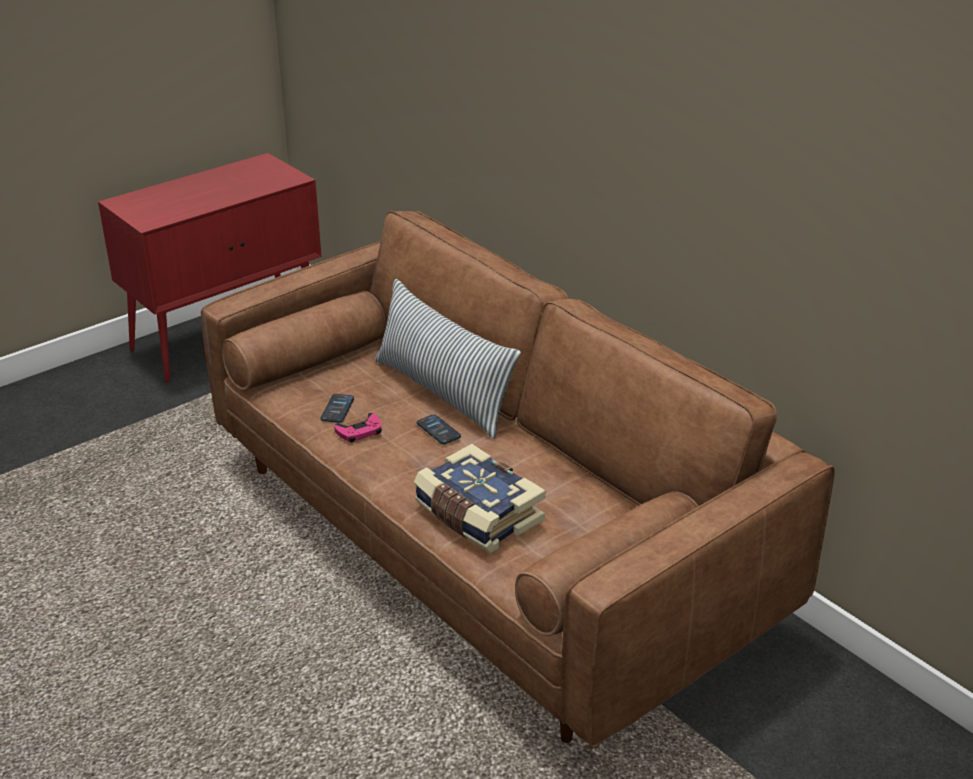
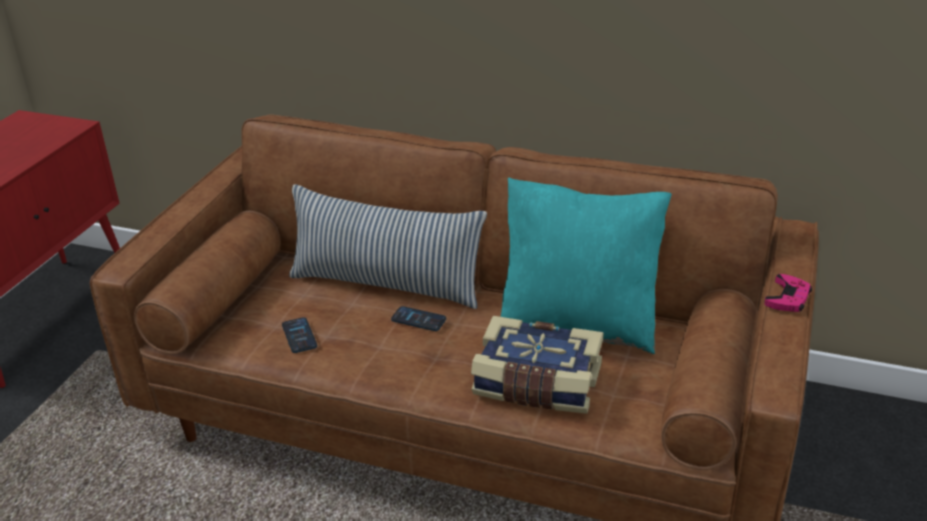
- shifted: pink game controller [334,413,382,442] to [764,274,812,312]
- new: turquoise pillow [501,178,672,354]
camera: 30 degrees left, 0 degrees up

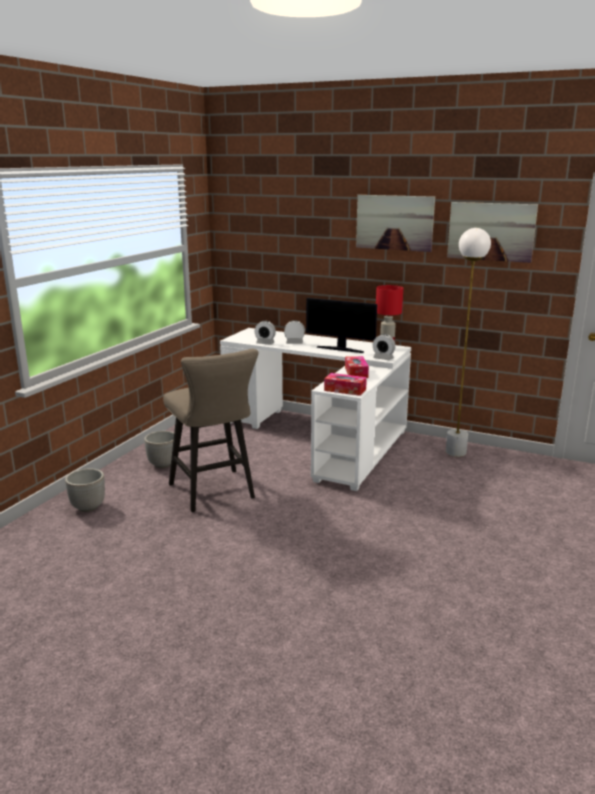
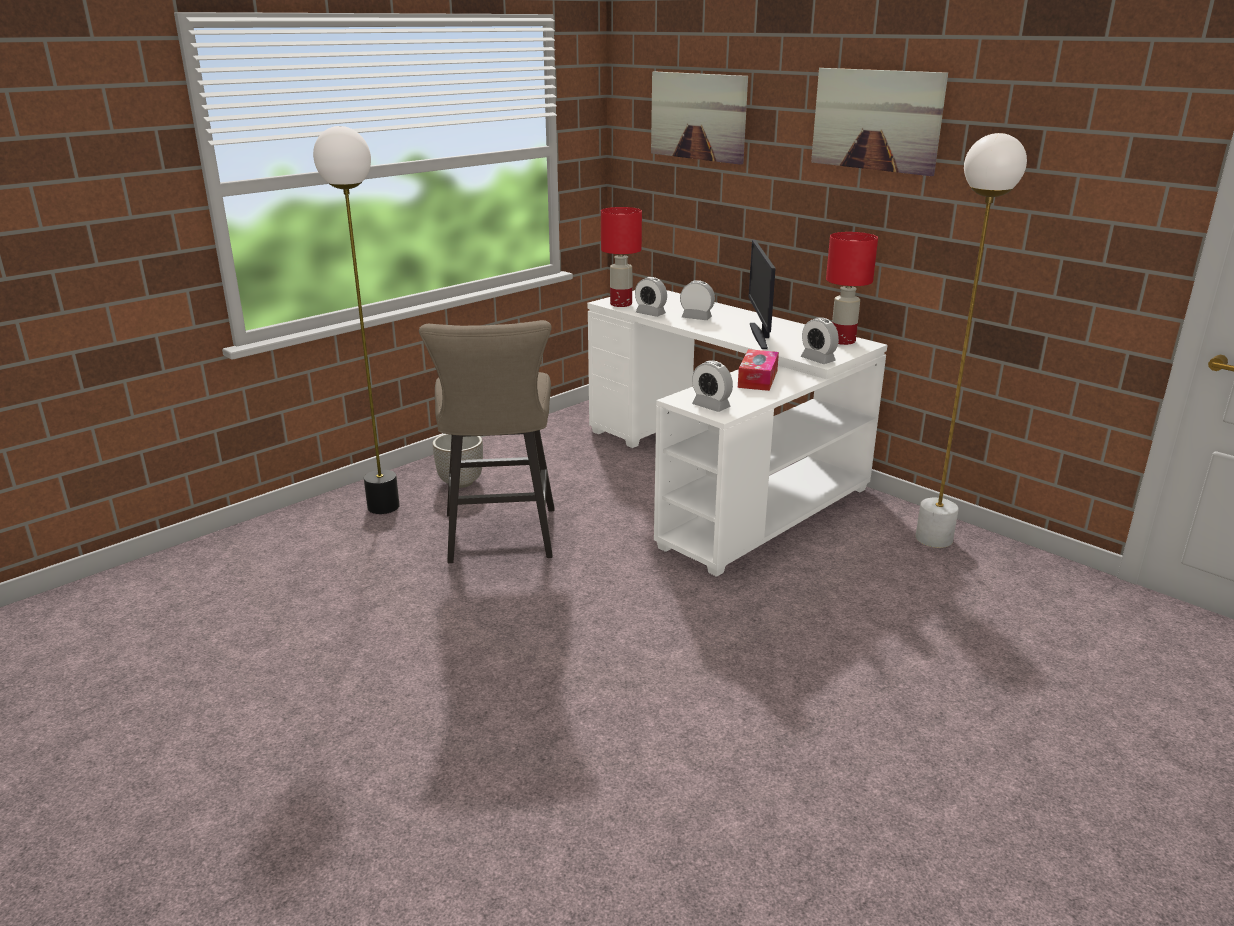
- shifted: picture [447,202,538,263] to [651,71,748,165]
- rotated: monitor [306,298,377,353] = [749,240,776,349] 45 degrees clockwise
- swapped: tissue box [324,373,367,396] to alarm clock [692,361,733,412]
- gone: planter [65,469,105,512]
- new: floor lamp [313,126,400,514]
- new: red table lamp [601,207,642,307]
camera: 20 degrees right, 5 degrees up

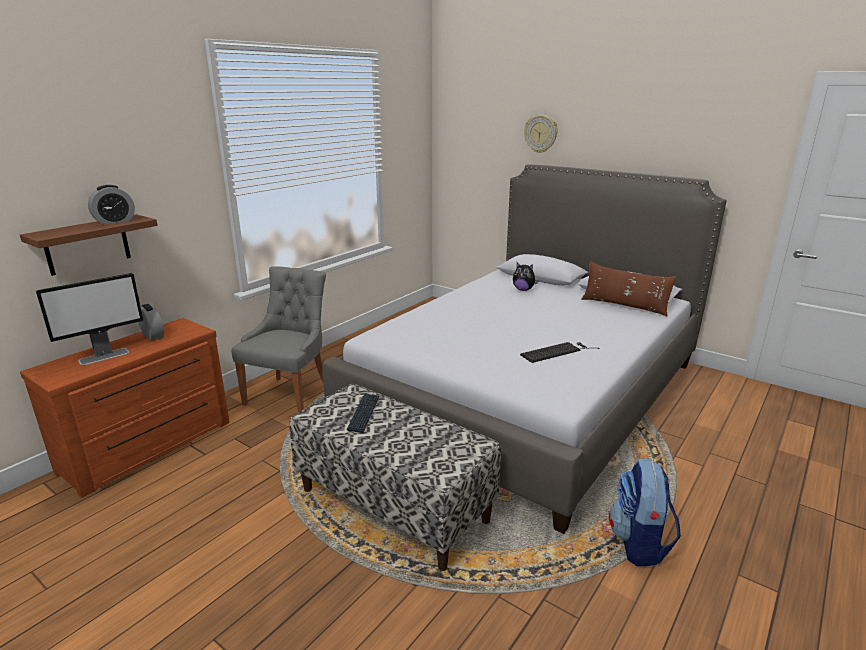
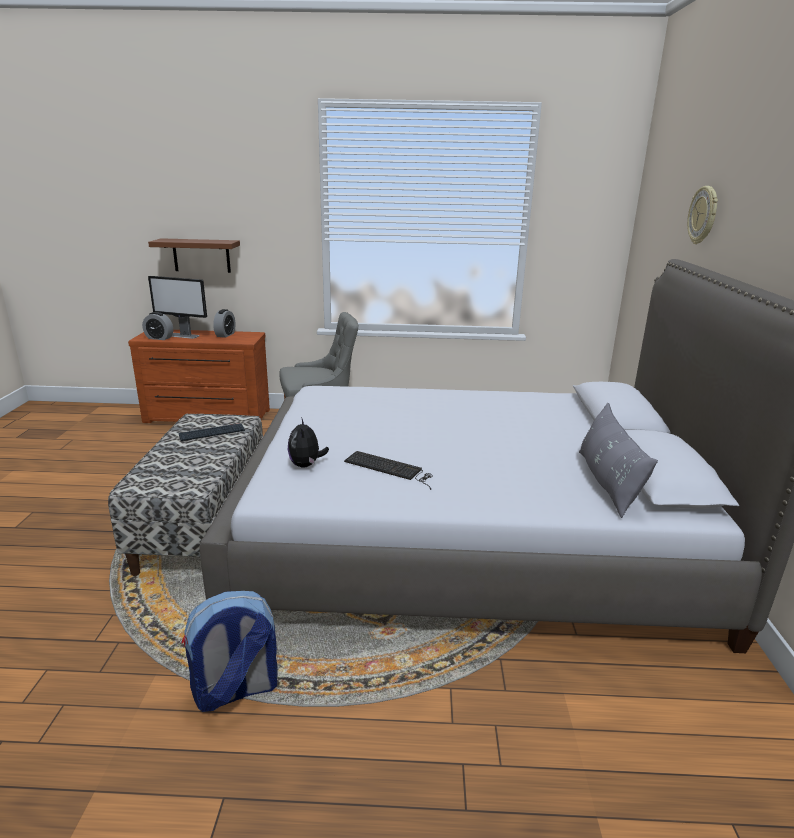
- shifted: alarm clock [88,185,135,225] to [142,312,173,340]
- repainted: brown pillow [581,261,677,316] to grey pillow [579,403,658,518]
- shifted: plush toy [513,263,539,291] to [288,417,329,468]
camera: 55 degrees right, 0 degrees up

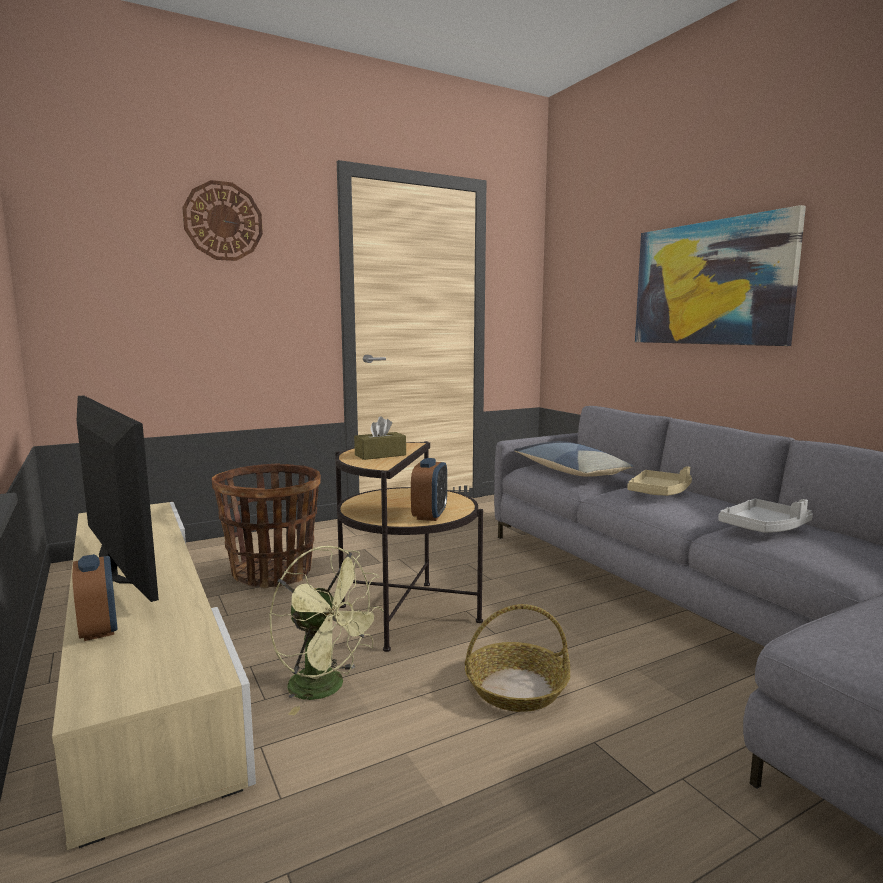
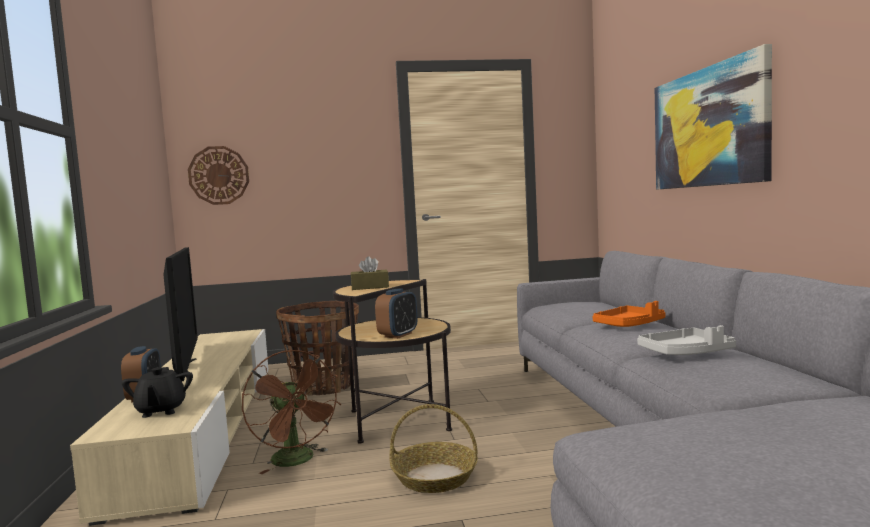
- shifted: wall clock [182,180,263,261] to [188,146,249,205]
- gone: pillow [514,441,634,477]
- repainted: beige tray [627,466,692,496] to orange tray [592,301,666,327]
- repainted: green fan [269,546,384,716] to brown fan [242,350,341,474]
- new: black teapot [122,367,193,418]
camera: 20 degrees right, 5 degrees down

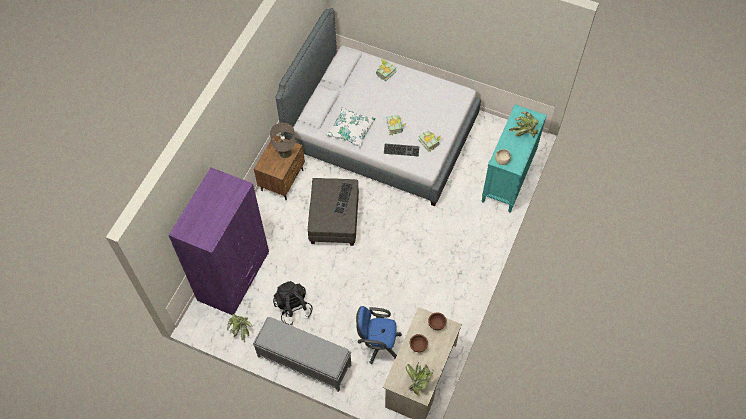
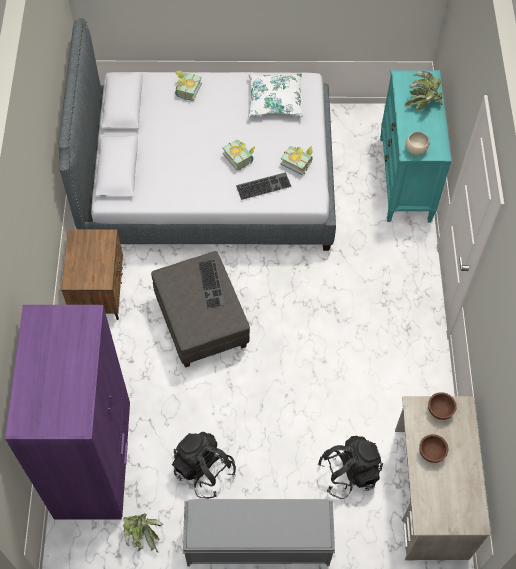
- shifted: white pillow [326,107,376,147] to [248,73,303,117]
- gone: beige table lamp [270,123,296,158]
- swapped: blue office chair [356,306,402,364] to black backpack [318,436,383,499]
- gone: potted plant [406,362,434,395]
camera: 25 degrees left, 0 degrees up

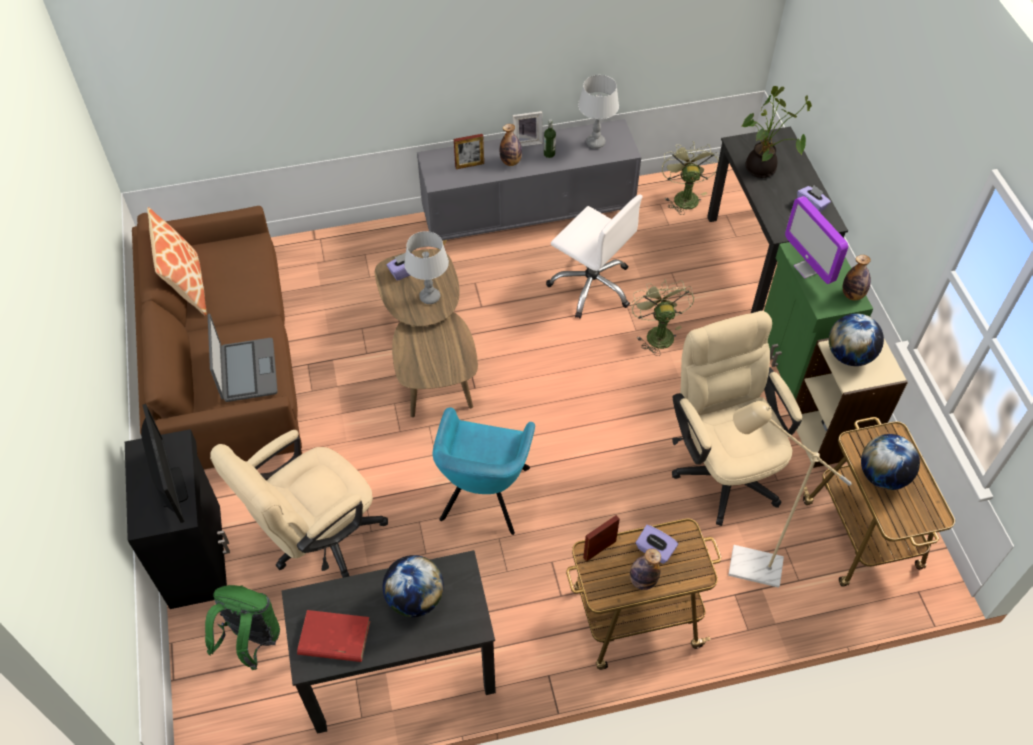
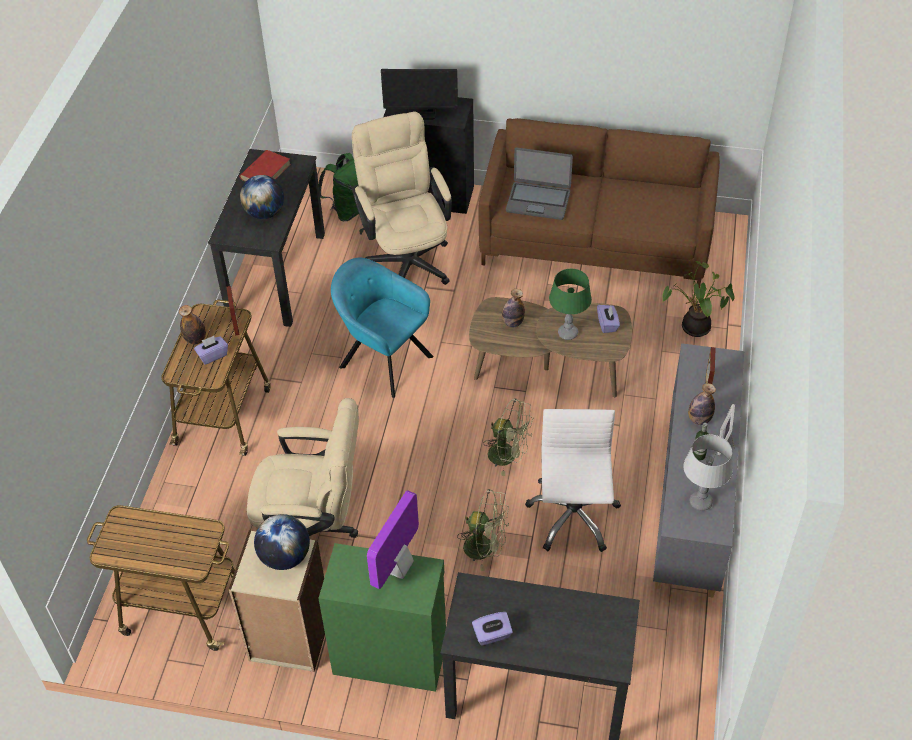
- shifted: potted plant [742,86,812,178] to [663,261,735,337]
- shifted: green fan [662,142,719,215] to [483,398,534,476]
- rotated: white office chair [546,194,642,319] = [525,409,621,552] 120 degrees clockwise
- rotated: monitor [785,196,848,284] = [367,490,419,589] 60 degrees counterclockwise
- gone: pillow [147,207,207,316]
- repainted: grey table lamp [404,231,449,304] to green table lamp [549,269,592,340]
- shifted: bottle [843,255,871,301] to [502,289,525,327]
- gone: beige floor lamp [728,401,852,588]
- gone: globe [861,434,920,490]
camera: 115 degrees right, 5 degrees down

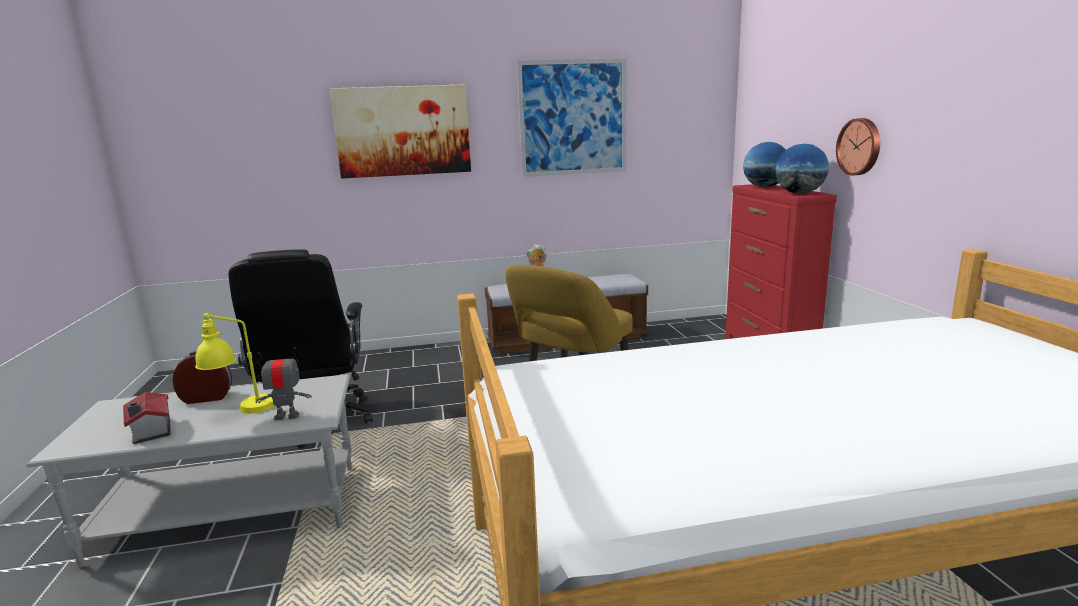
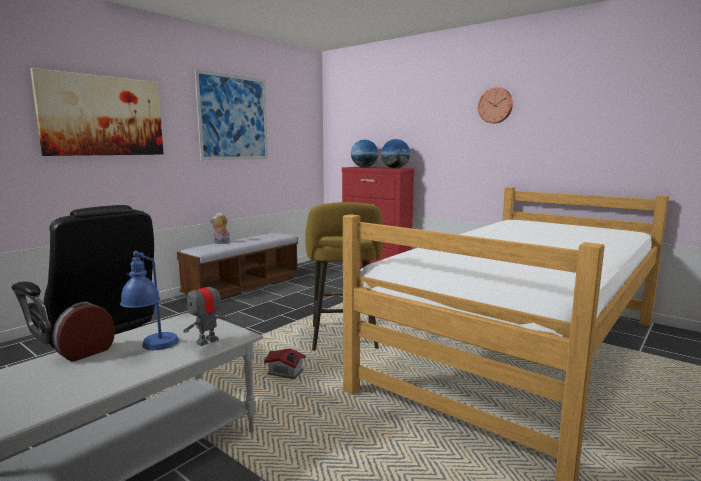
- shifted: wall clock [836,118,880,175] to [478,87,513,123]
- repainted: yellow table lamp [195,313,275,414] to blue table lamp [120,251,179,350]
- shifted: toy house [123,392,171,444] to [264,348,306,379]
camera: 40 degrees left, 5 degrees down

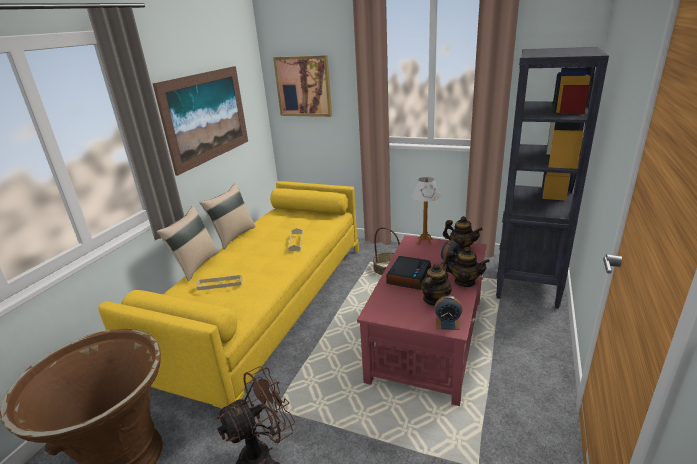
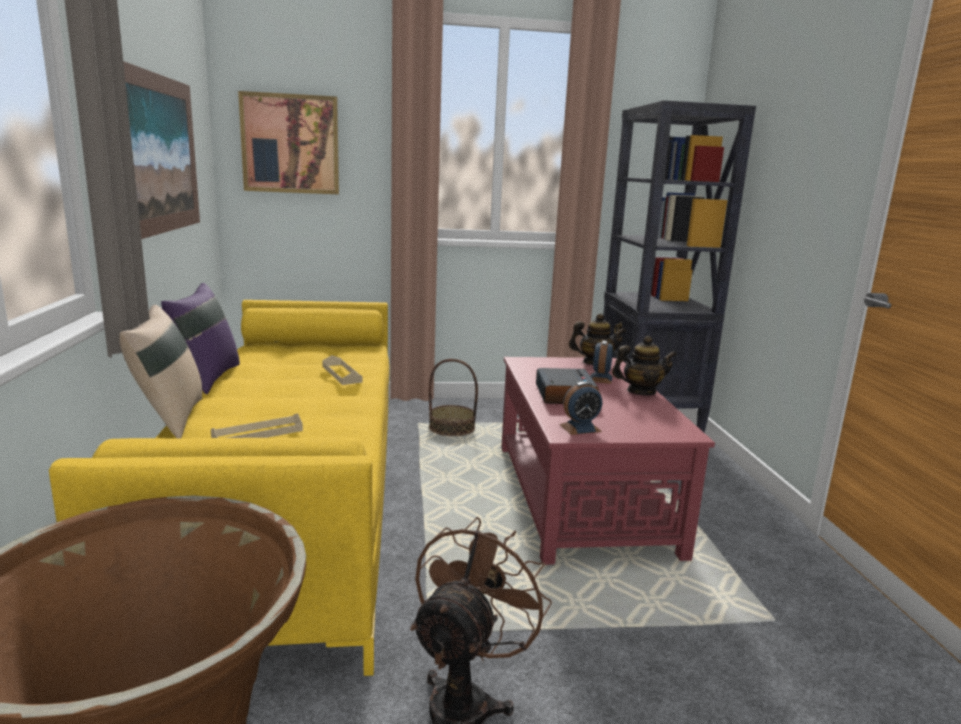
- gone: table lamp [412,177,440,245]
- repainted: beige pillow [199,184,256,249] to purple pillow [161,283,240,394]
- gone: teapot [421,263,452,306]
- shifted: alarm clock [435,296,462,330] to [559,381,602,435]
camera: 30 degrees left, 10 degrees down

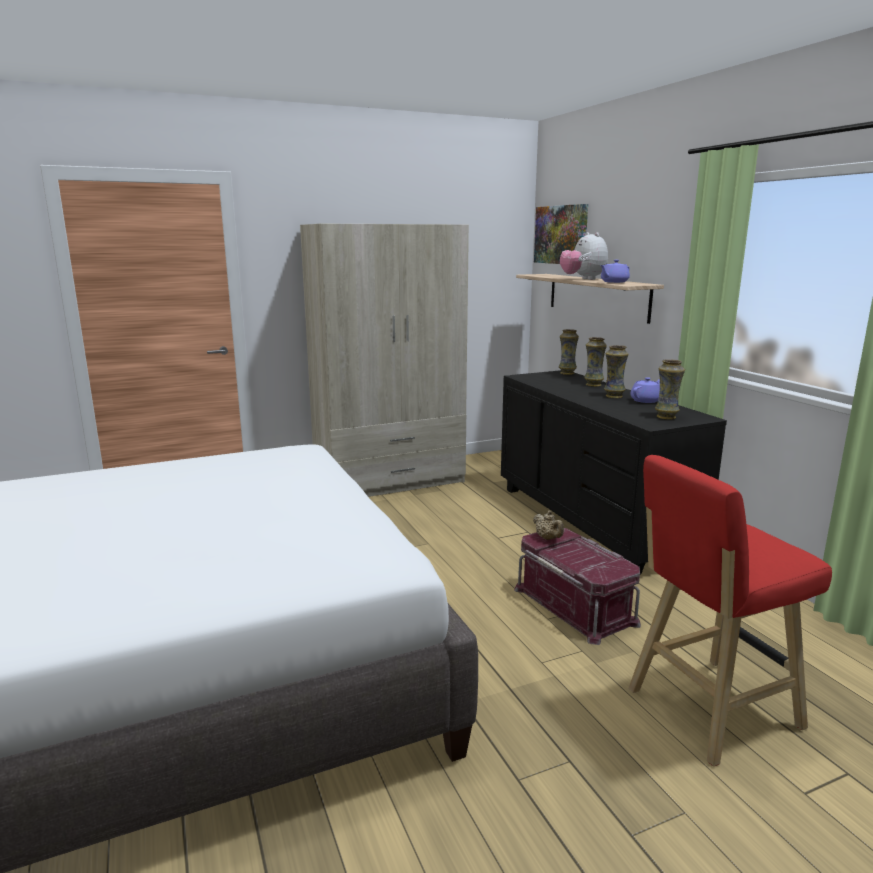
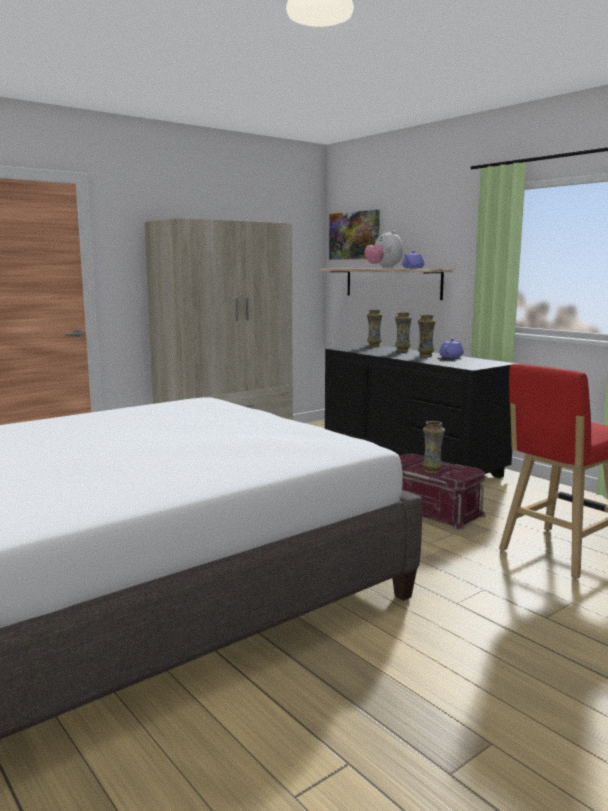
- shifted: vase [655,359,685,420] to [422,421,445,473]
- gone: beige teapot [533,511,564,540]
camera: 15 degrees left, 5 degrees down

